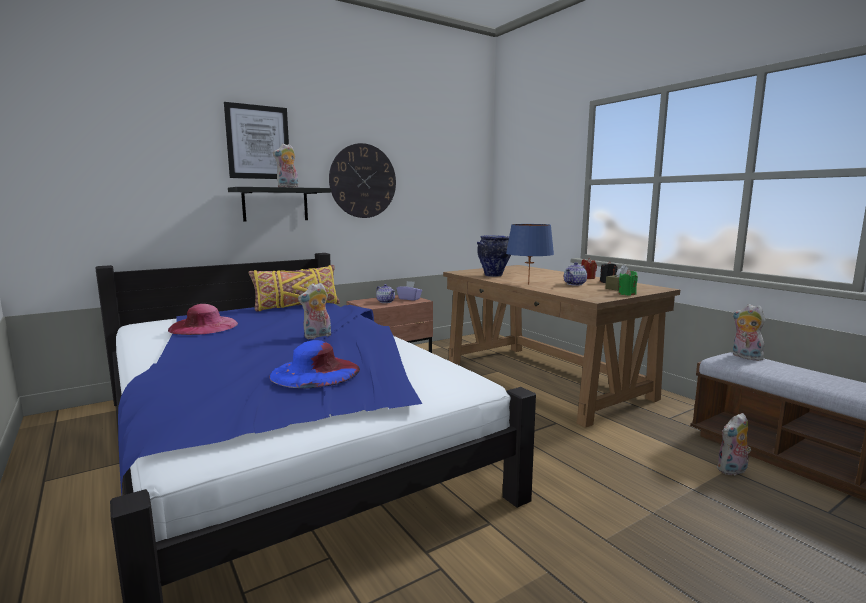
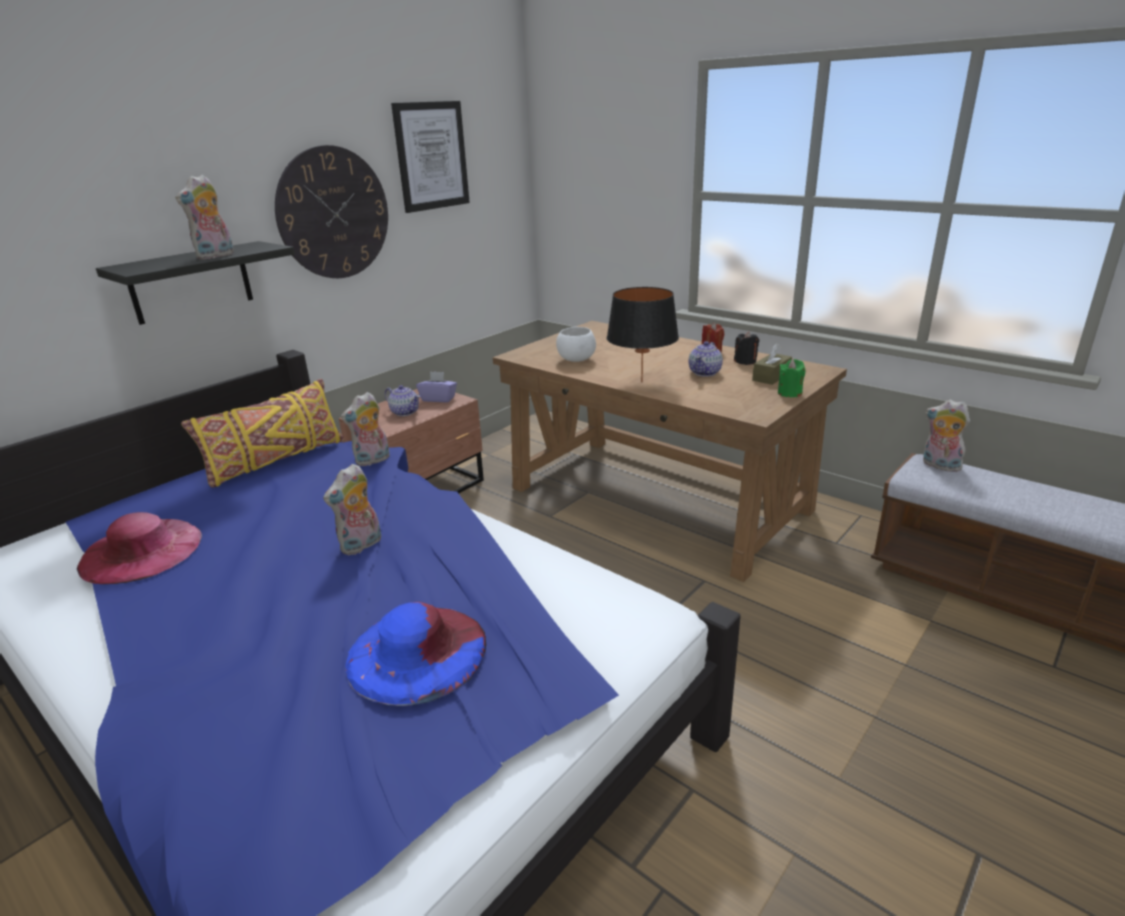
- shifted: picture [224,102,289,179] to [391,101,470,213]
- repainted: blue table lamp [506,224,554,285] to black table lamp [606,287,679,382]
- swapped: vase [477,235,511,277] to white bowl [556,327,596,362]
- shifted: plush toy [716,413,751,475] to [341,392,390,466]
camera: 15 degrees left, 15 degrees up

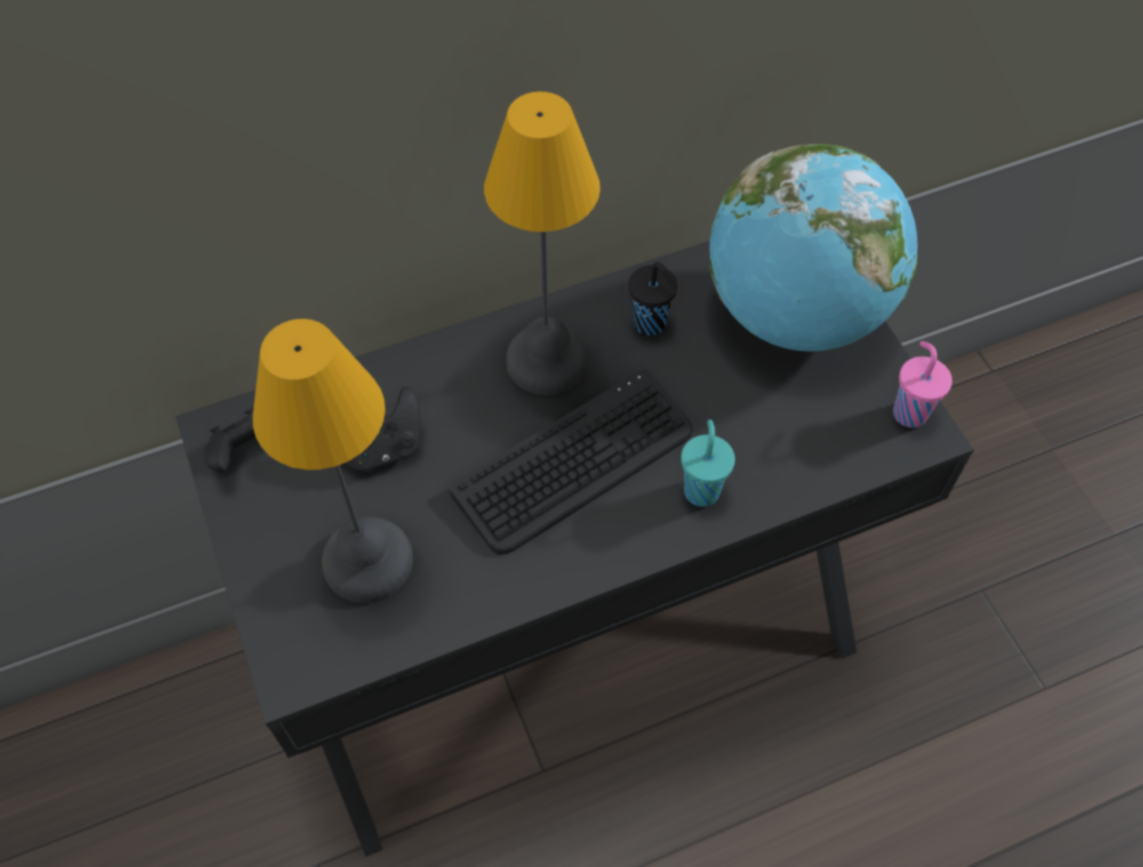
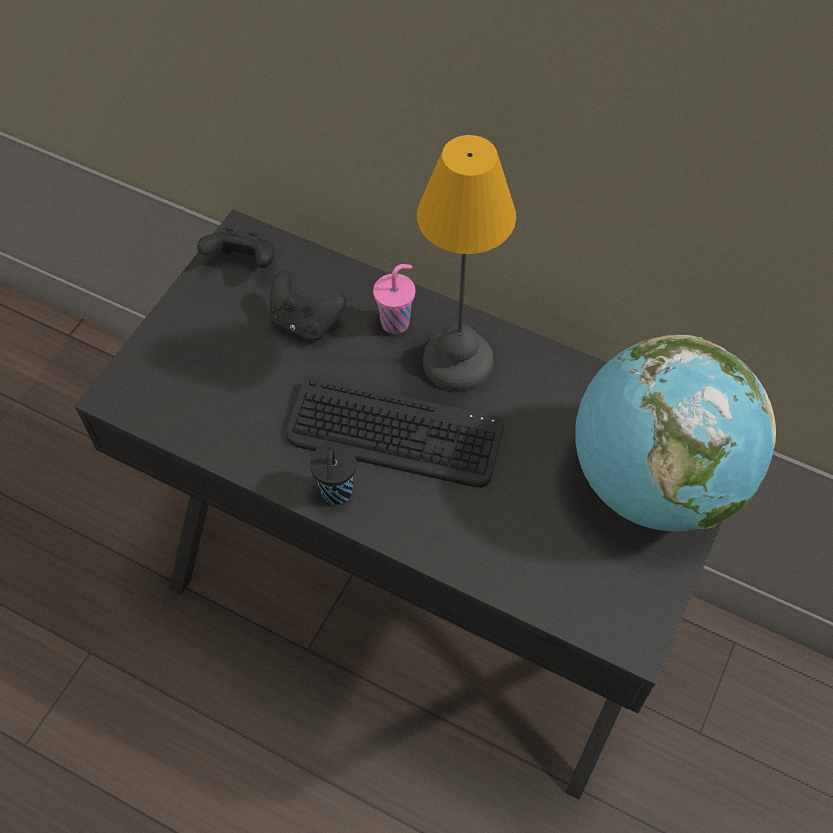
- shifted: black cup [628,262,678,335] to [310,443,356,505]
- gone: table lamp [253,319,413,603]
- shifted: pink cup [893,341,952,428] to [373,264,416,334]
- gone: turquoise cup [681,420,735,507]
camera: 50 degrees right, 0 degrees up

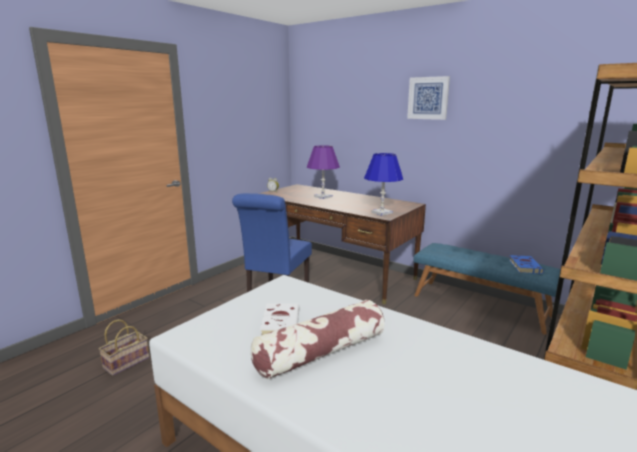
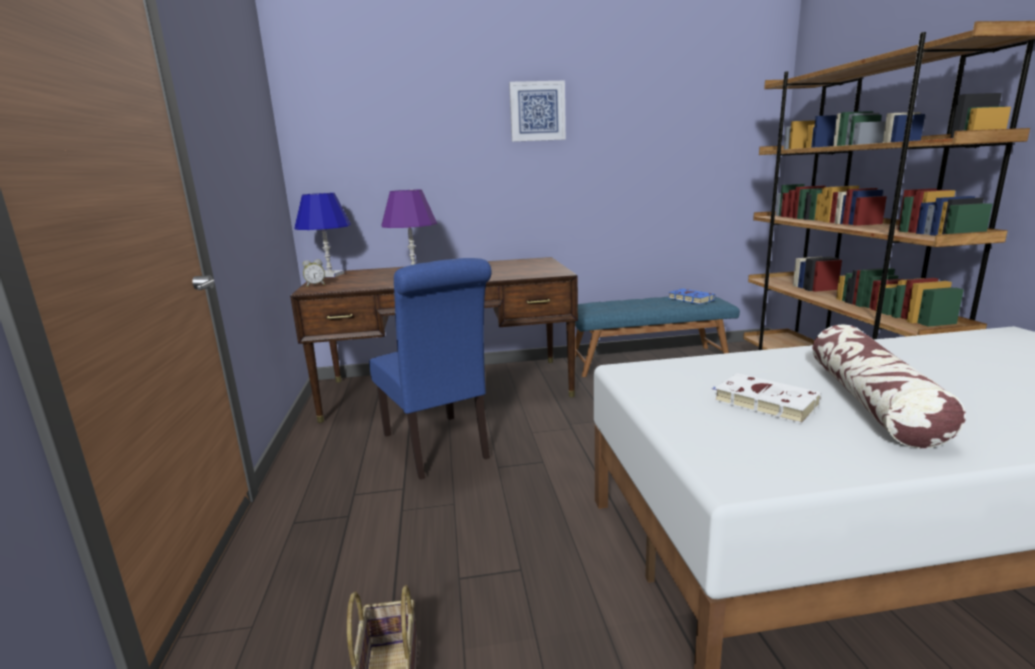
- shifted: blue table lamp [364,153,403,216] to [294,193,351,277]
camera: 45 degrees left, 0 degrees up

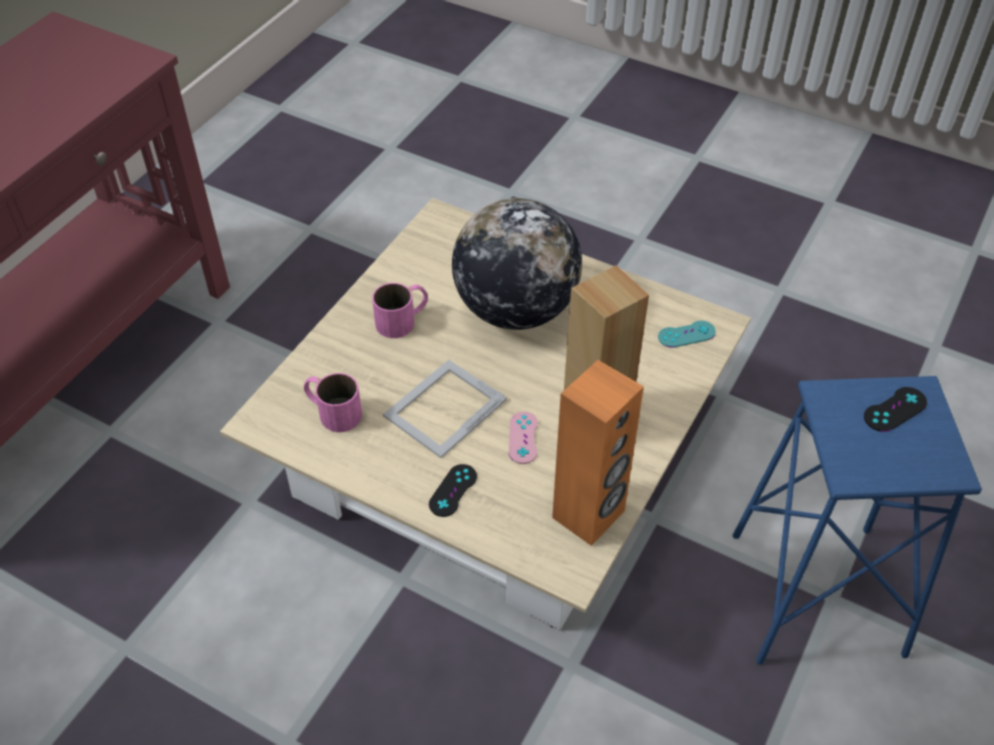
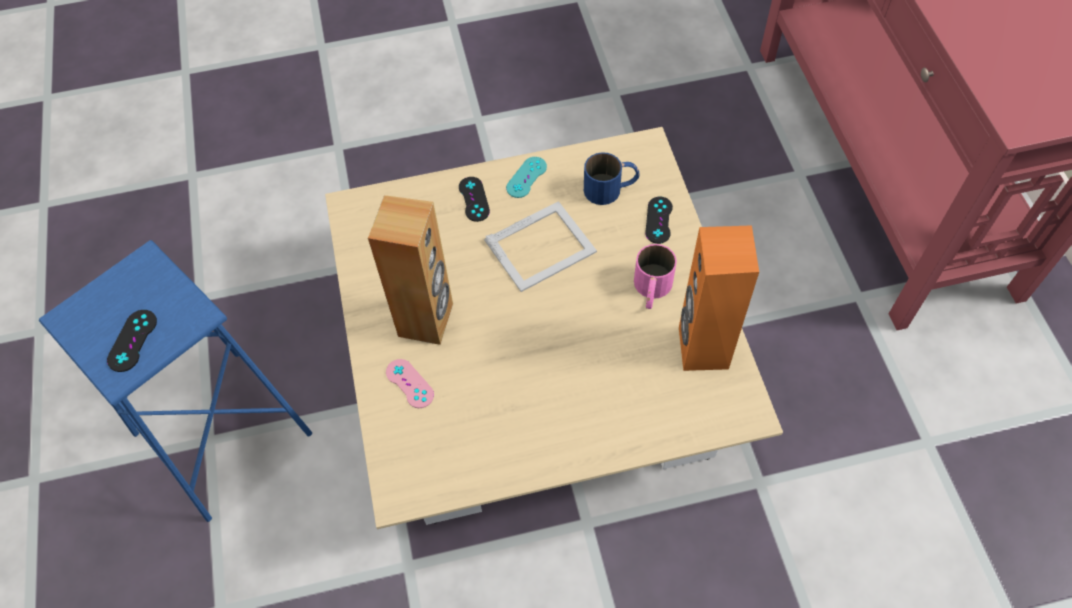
- gone: globe [452,198,582,330]
- shifted: turquoise game controller [658,321,716,348] to [506,157,547,198]
- rotated: picture frame [383,360,506,458] = [484,201,597,292] 60 degrees clockwise
- shifted: orange speaker [552,360,644,546] to [679,225,759,371]
- repainted: pink mug [304,373,362,432] to blue mug [584,152,640,205]
- shifted: pink game controller [509,412,538,464] to [386,359,434,408]
- new: black game controller [645,197,673,244]
camera: 140 degrees right, 10 degrees up

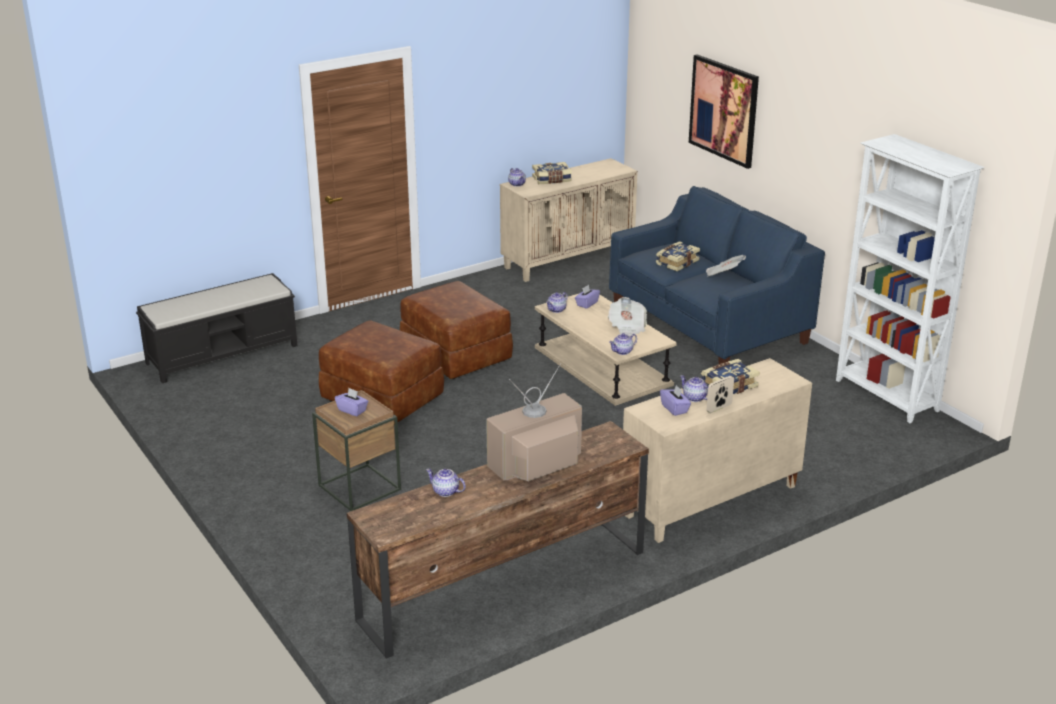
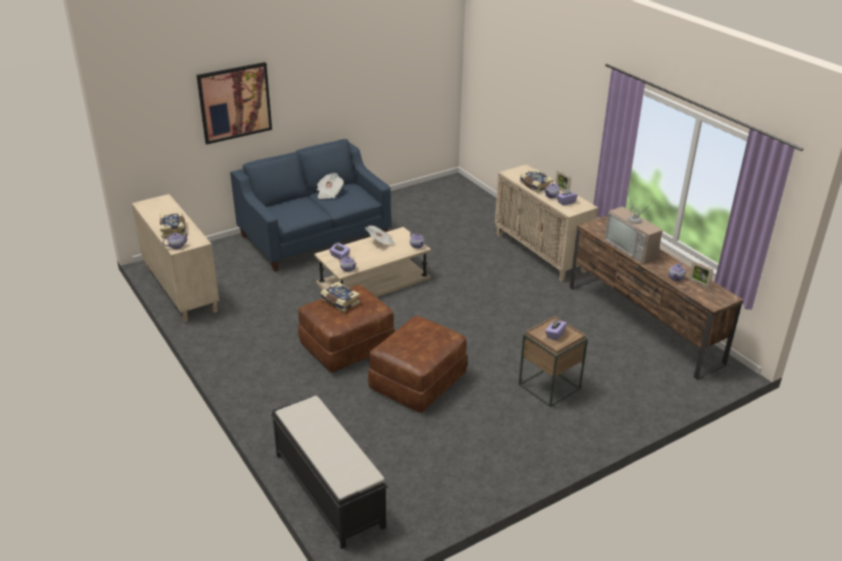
- gone: white bookcase [836,134,985,423]
- shifted: book [656,241,700,271] to [321,282,360,312]
- new: picture frame [689,261,713,288]
camera: 90 degrees left, 5 degrees up

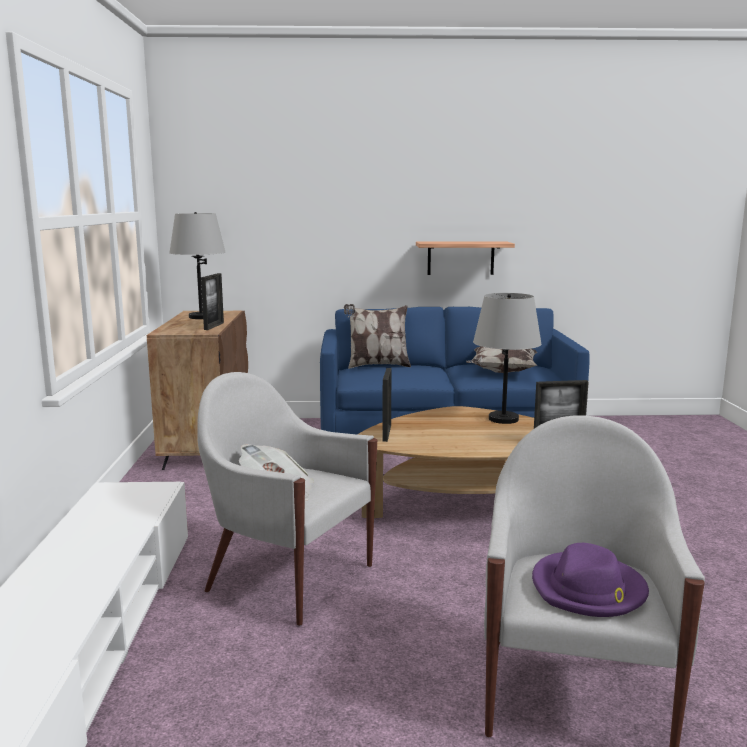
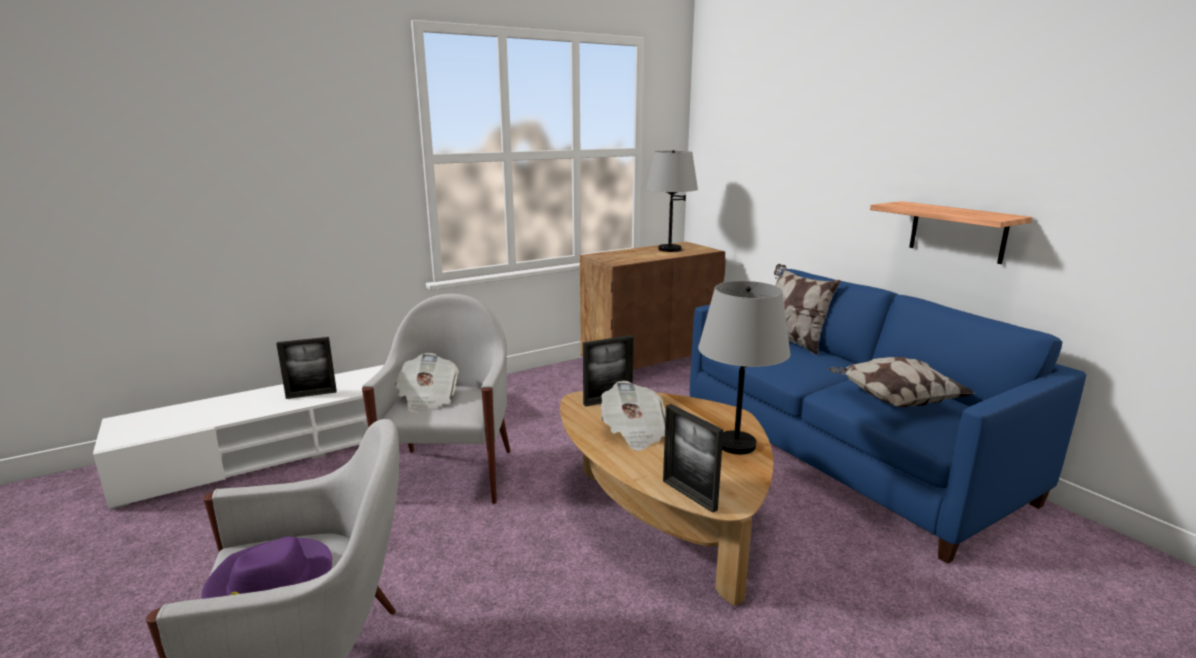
- shifted: picture frame [201,273,224,330] to [276,337,337,399]
- new: newspaper [601,381,666,451]
camera: 60 degrees right, 5 degrees up

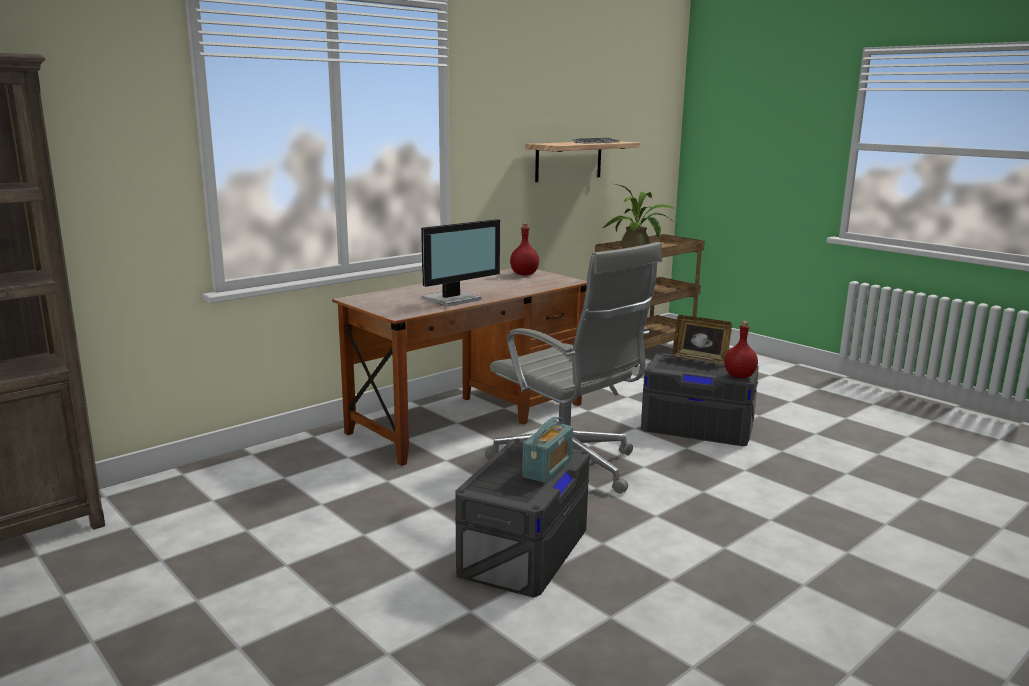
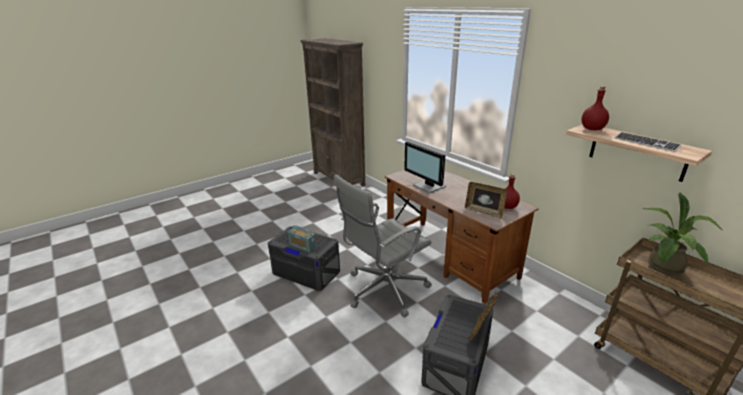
- shifted: red bottle [724,321,758,378] to [581,86,609,130]
- new: picture frame [465,182,507,218]
camera: 95 degrees right, 10 degrees up

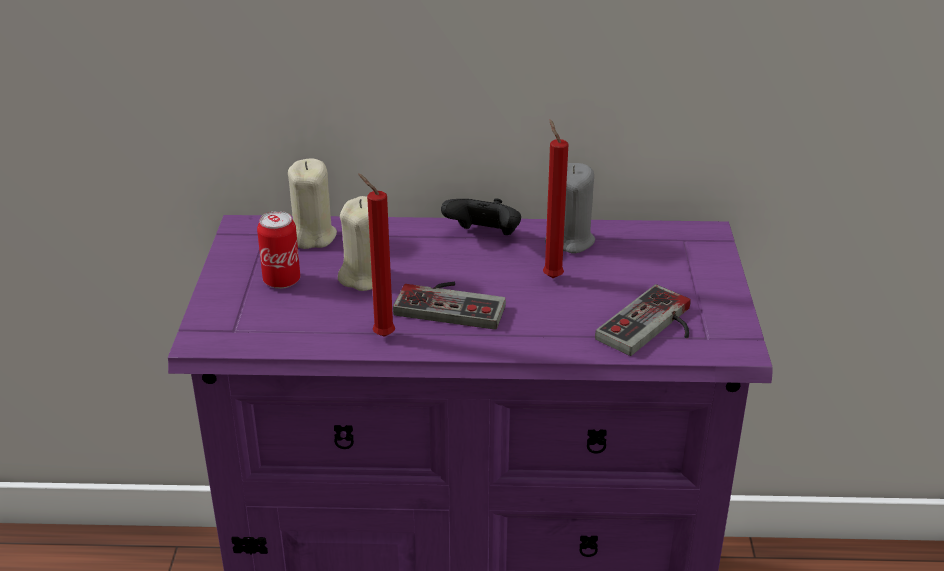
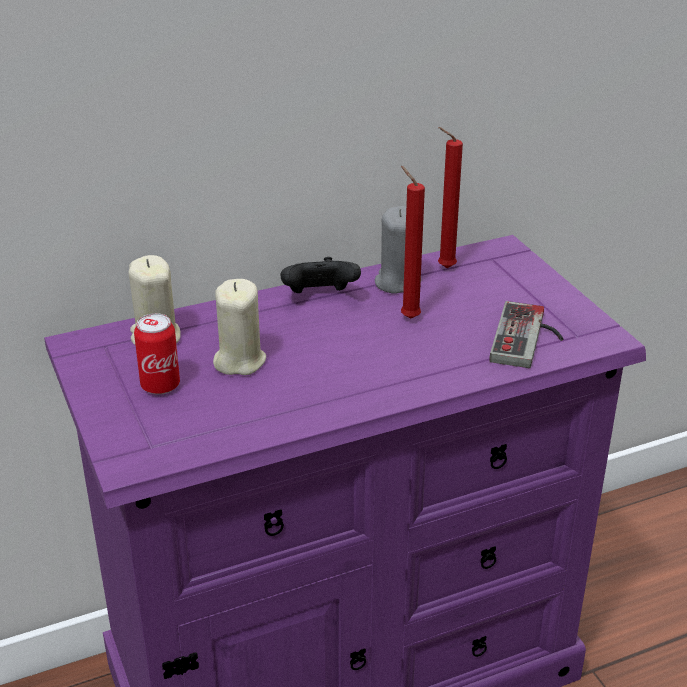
- shifted: red candle [358,174,395,337] to [438,127,463,268]
- gone: game controller [393,282,506,330]
camera: 25 degrees left, 0 degrees up

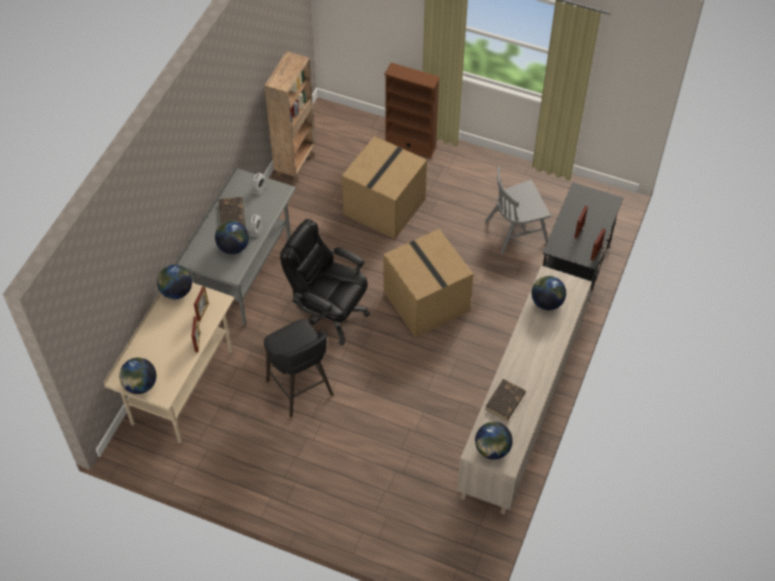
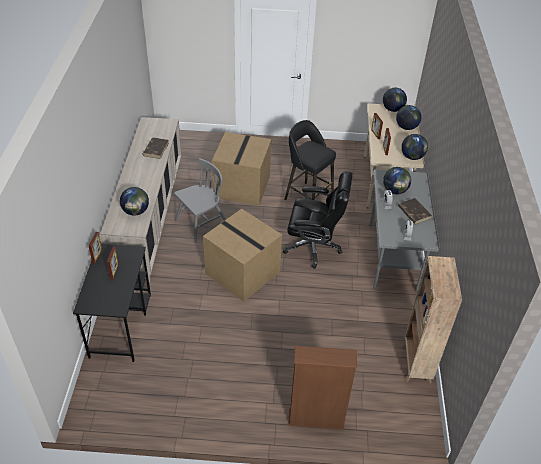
- shifted: cardboard box [342,136,427,239] to [212,132,271,206]
- shifted: grey chair [485,166,550,254] to [174,158,226,243]
- shifted: globe [475,422,513,460] to [396,105,421,130]
camera: 160 degrees right, 10 degrees down

